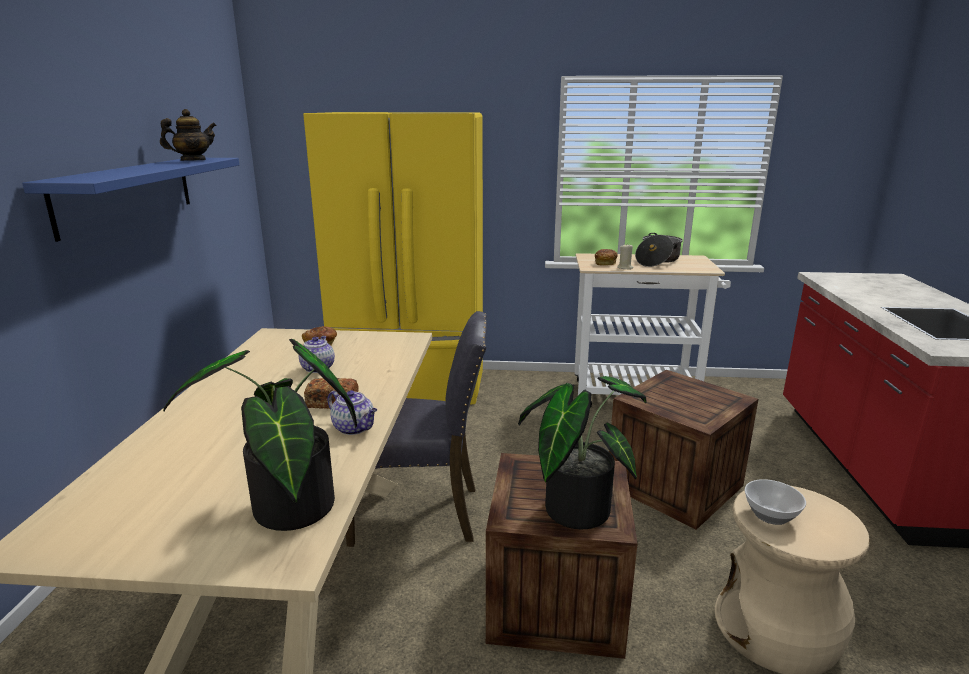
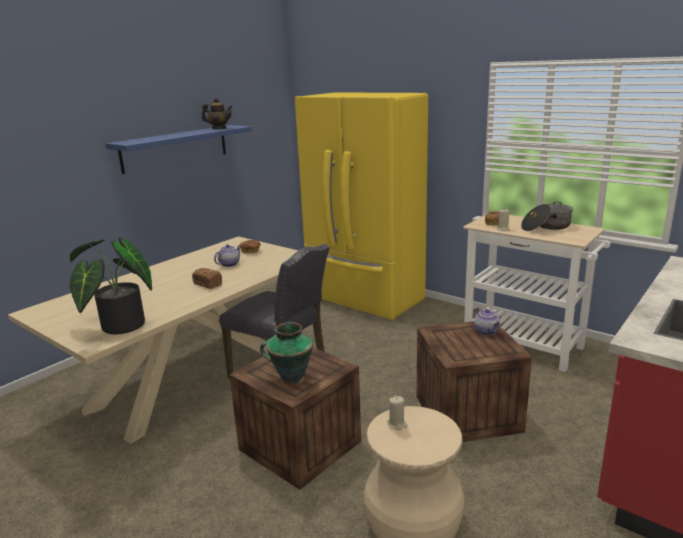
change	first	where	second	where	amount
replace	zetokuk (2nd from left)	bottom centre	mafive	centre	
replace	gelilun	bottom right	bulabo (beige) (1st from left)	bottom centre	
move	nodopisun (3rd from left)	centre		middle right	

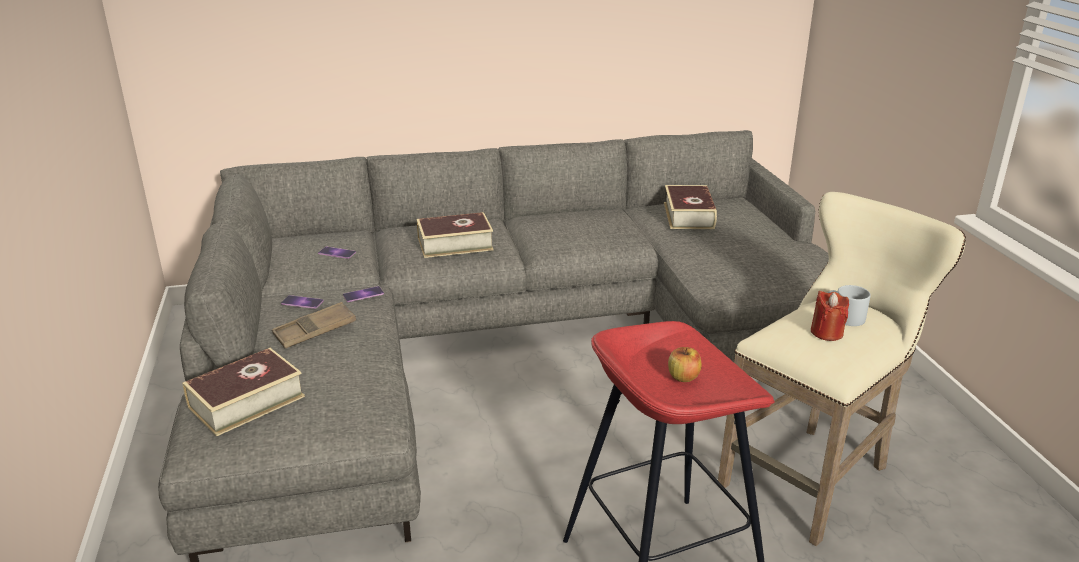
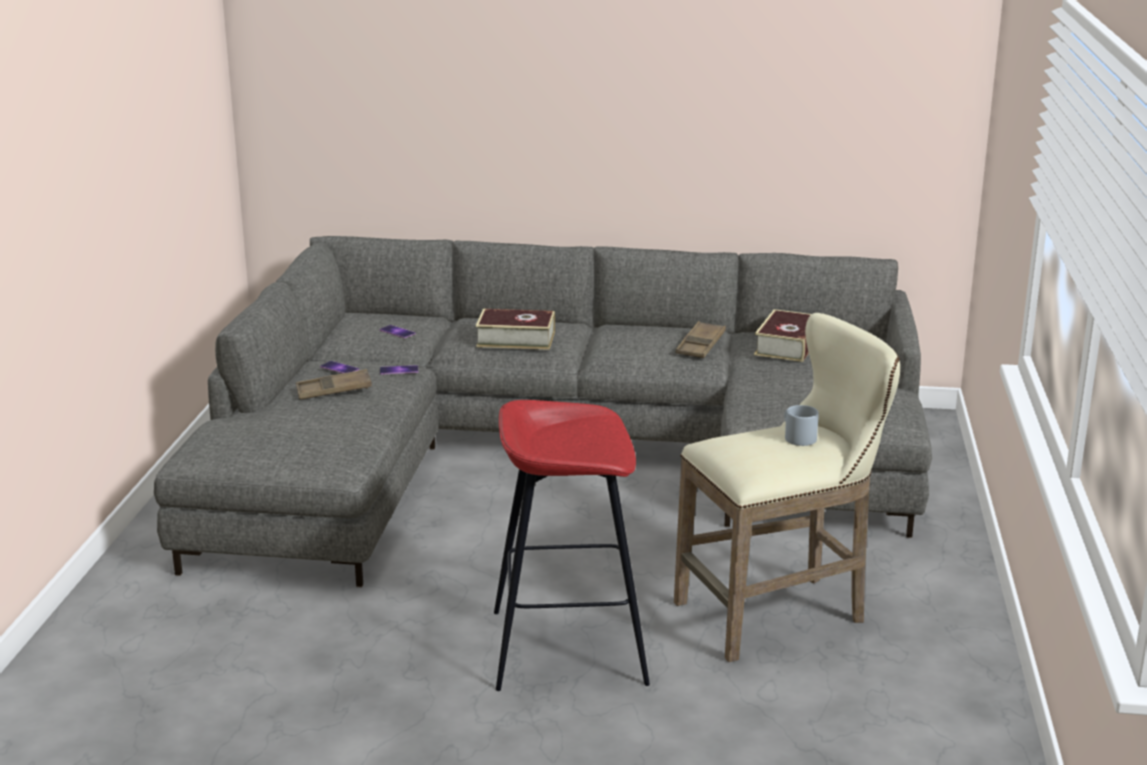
change	first	where	second	where	amount
insert			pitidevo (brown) (2nd from left)	centre	
delete	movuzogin (1st from left)	bottom left			
delete	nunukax	centre			
delete	bulabo (red)	middle right			

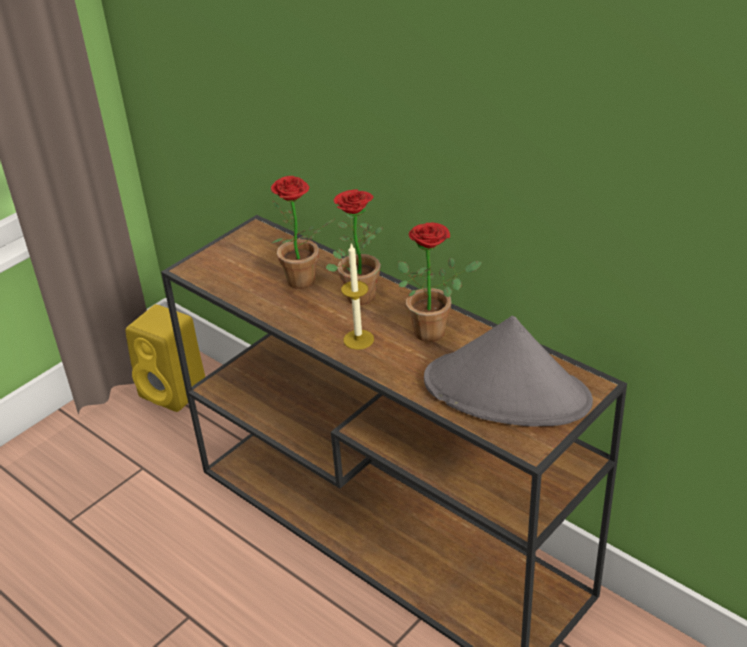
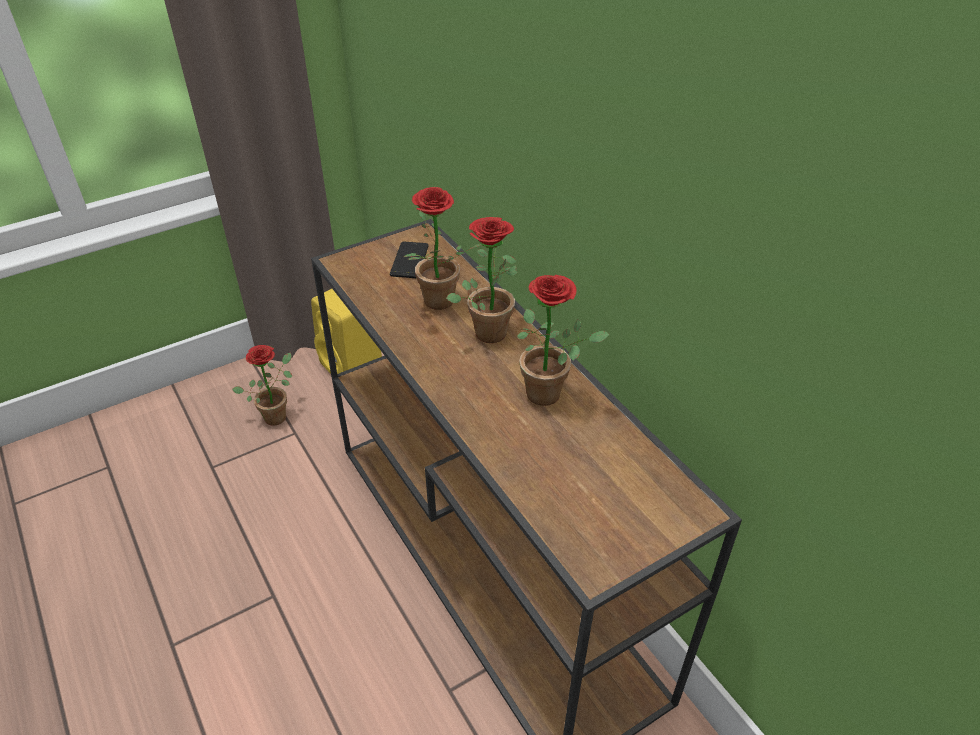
change	first	where	second	where	amount
insert			zetokuk (1st from left)	middle left	
insert			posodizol	centre	
delete	bulabo	centre			
delete	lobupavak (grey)	middle right			

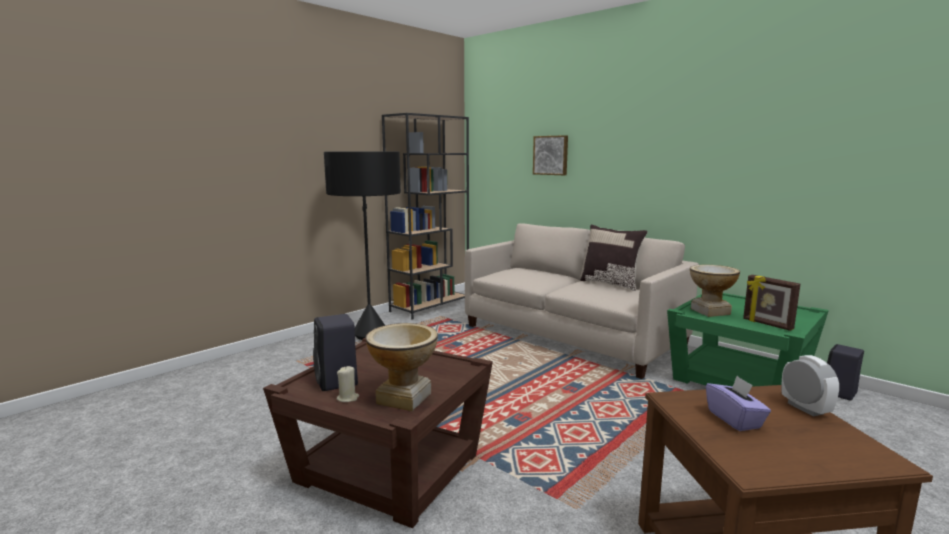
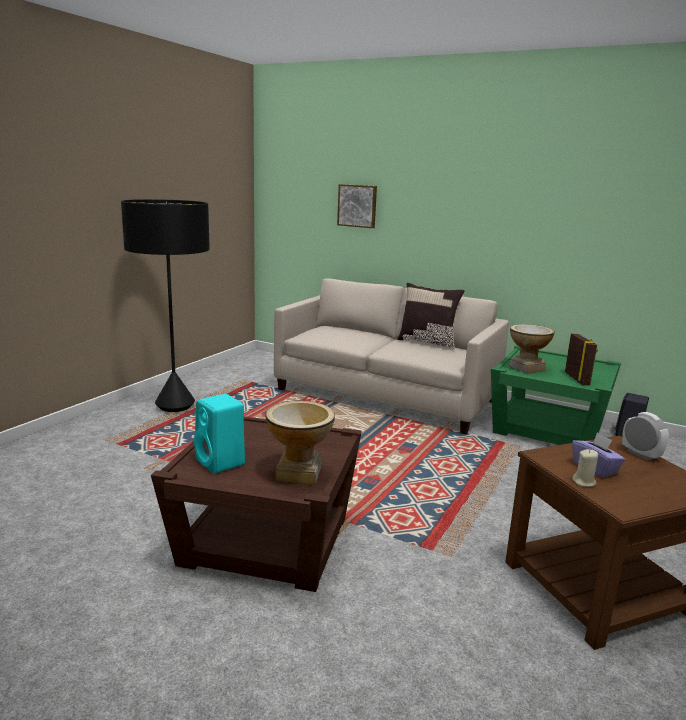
change	first	where	second	where	amount
recolor	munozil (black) (1st from left)	centre	munozil (turquoise)	middle left	
rotate	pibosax	middle right		middle right	135 degrees counterclockwise
move	bulabo (beige)	bottom centre		middle right	
delete	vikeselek	centre			

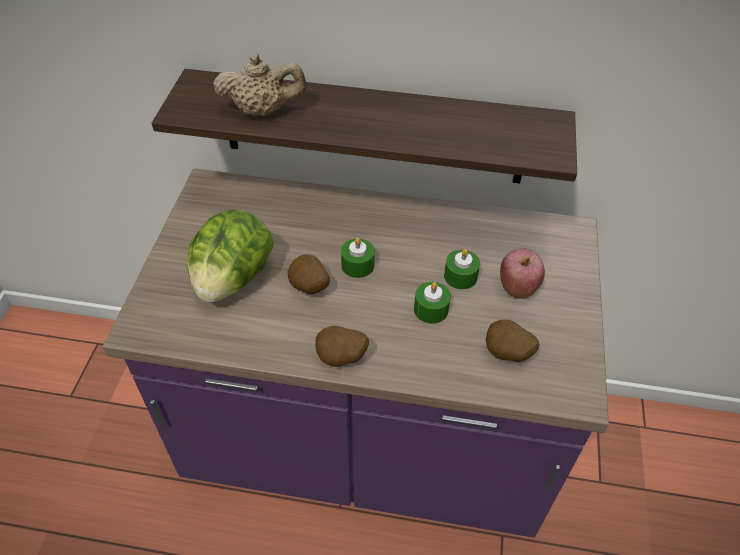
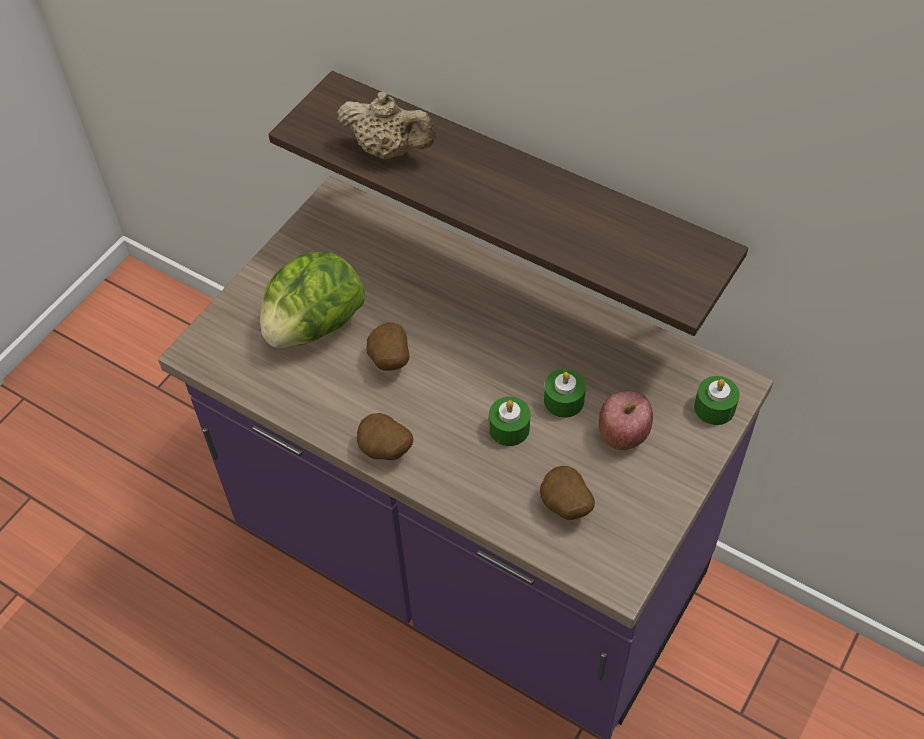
change	first	where	second	where	amount
move	bulabo (green) (1st from left in the first image)	centre	bulabo (green) (3rd from left)	middle right	

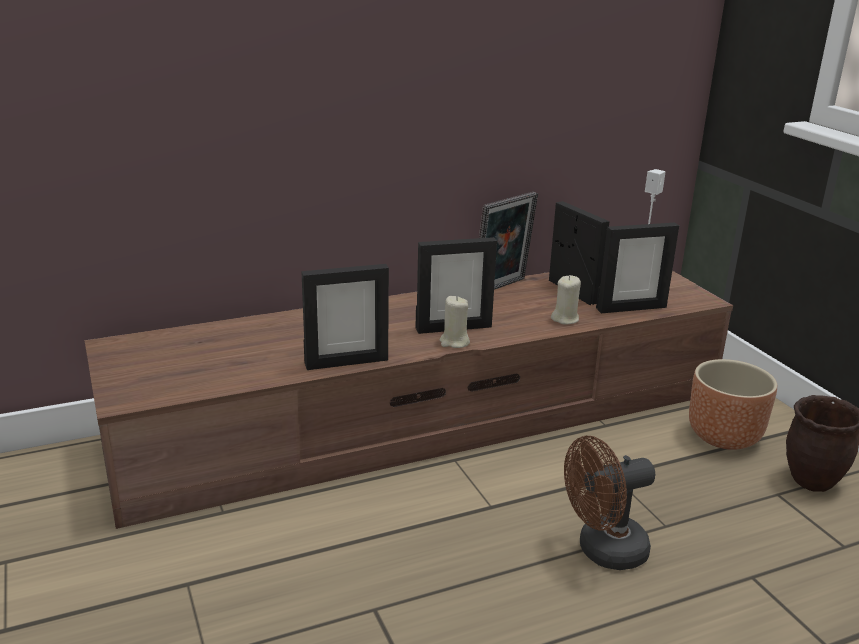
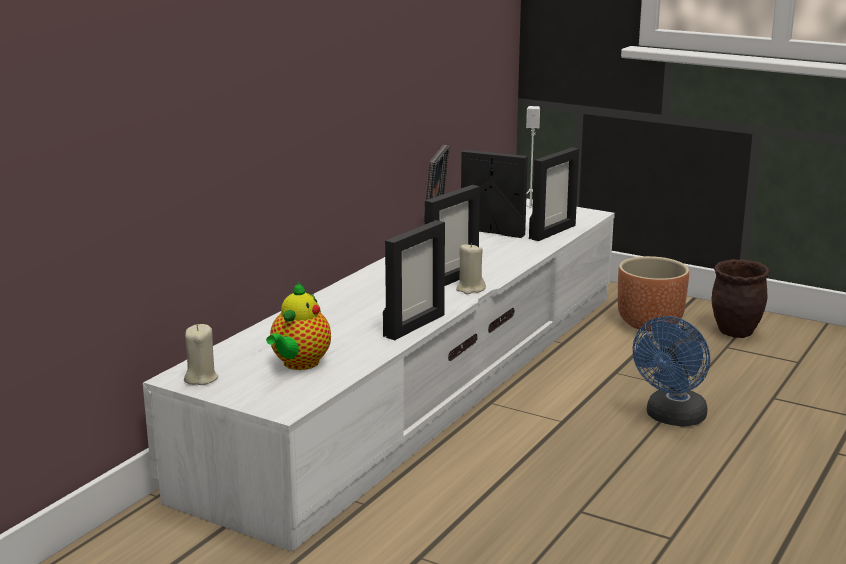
change	first	where	second	where	amount
recolor	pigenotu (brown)	centre	pigenotu (white)	centre	
move	bulabo (beige) (2nd from left in the first image)	centre	bulabo (beige) (1st from left)	middle left	
insert			nodopisun	centre	
recolor	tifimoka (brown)	bottom right	tifimoka (blue)	middle right	

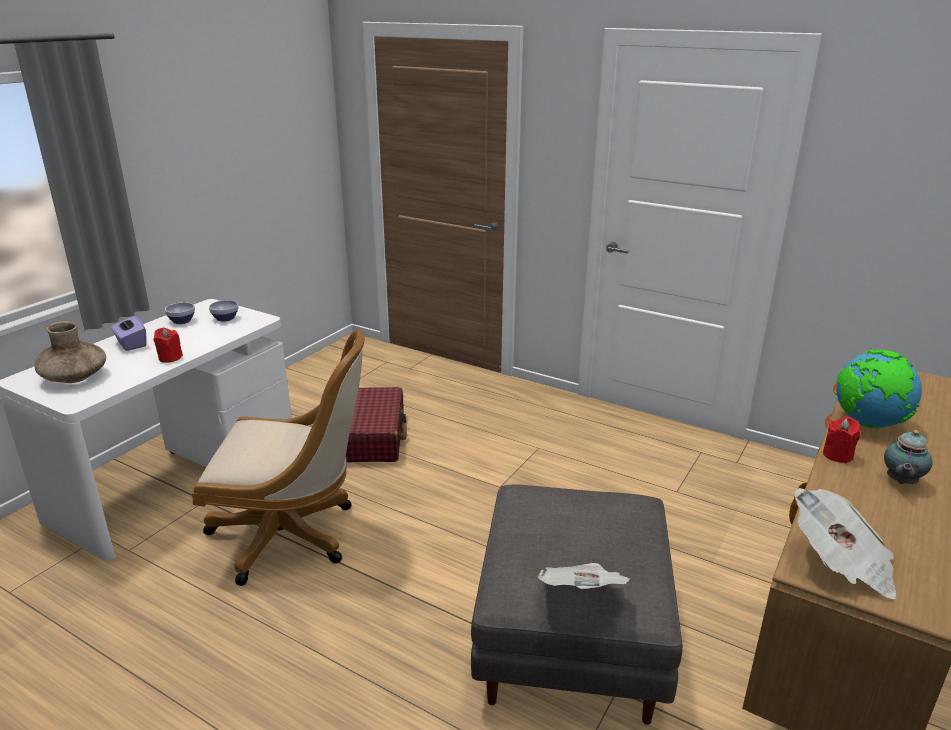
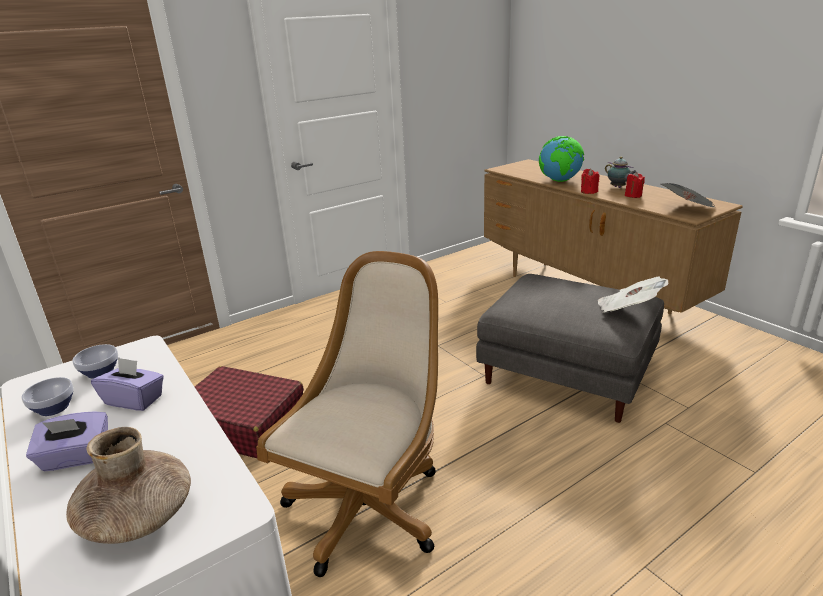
change	first	where	second	where	amount
insert			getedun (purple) (2nd from left)	middle left	
move	bulabo (red) (1st from left in the first image)	middle left	bulabo (red) (2nd from left)	top right	

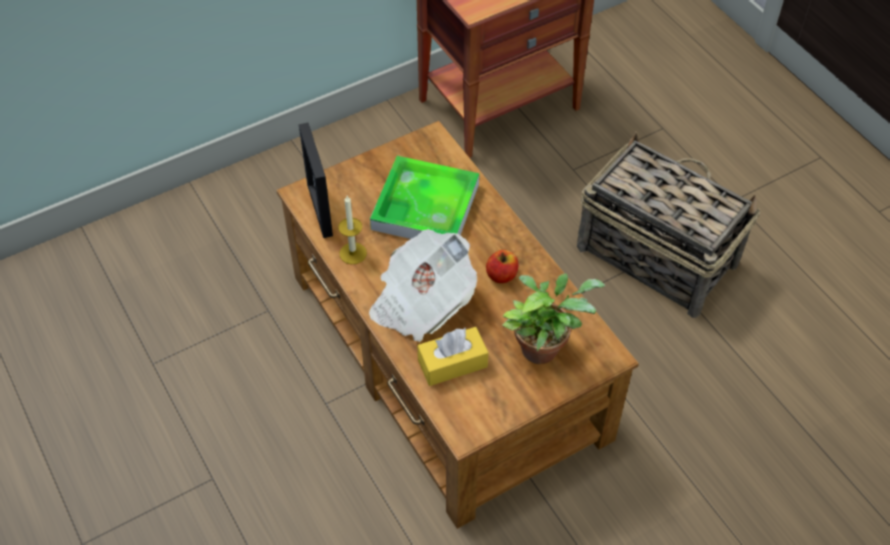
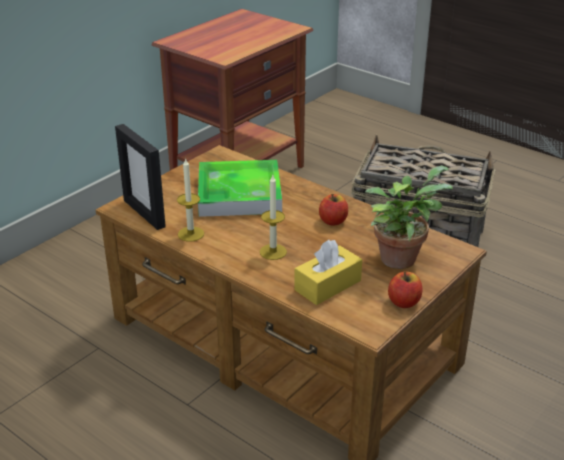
change	first	where	second	where	amount
replace	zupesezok	centre	bulabo (2nd from left)	centre	
insert			nunukax (2nd from left)	middle right	

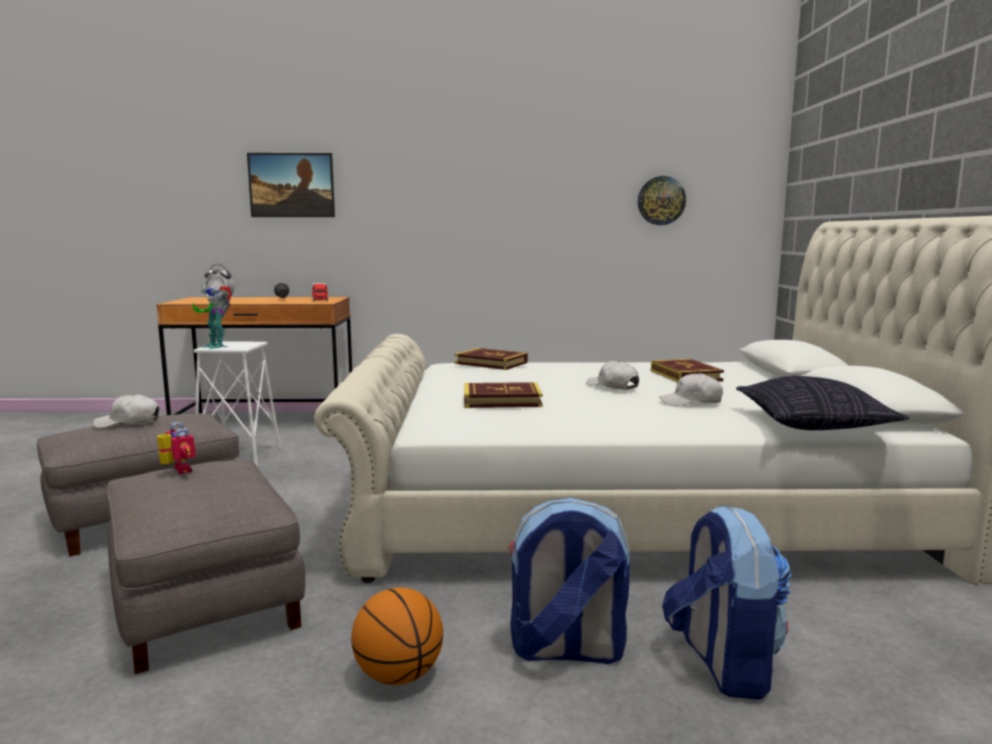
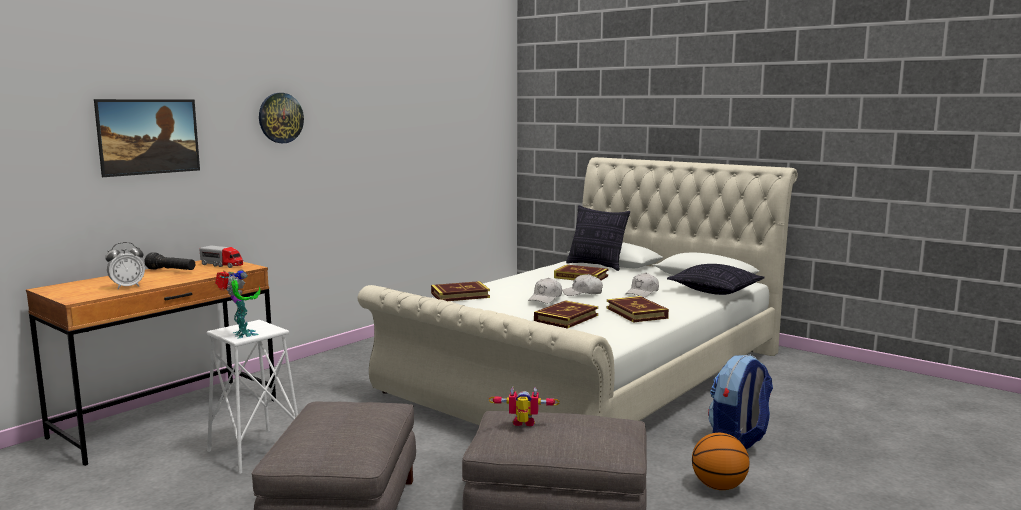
change	first	where	second	where	amount
rotate	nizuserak (2nd from left in the first image)	middle left	nizuserak (1st from left)	middle left	105 degrees counterclockwise
move	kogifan	top right		top left	
move	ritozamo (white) (1st from left)	middle left		centre	
insert			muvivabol (1st from left)	centre	
insert			movuzogin (4th from left)	centre	
delete	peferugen (2nd from left)	bottom right			

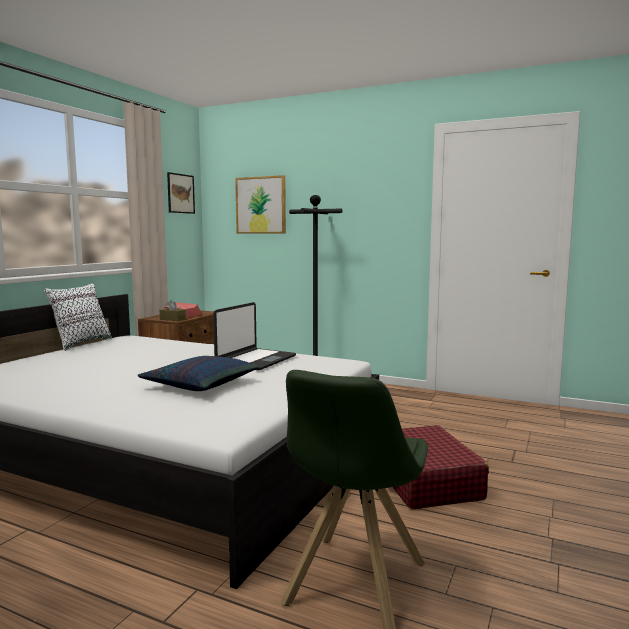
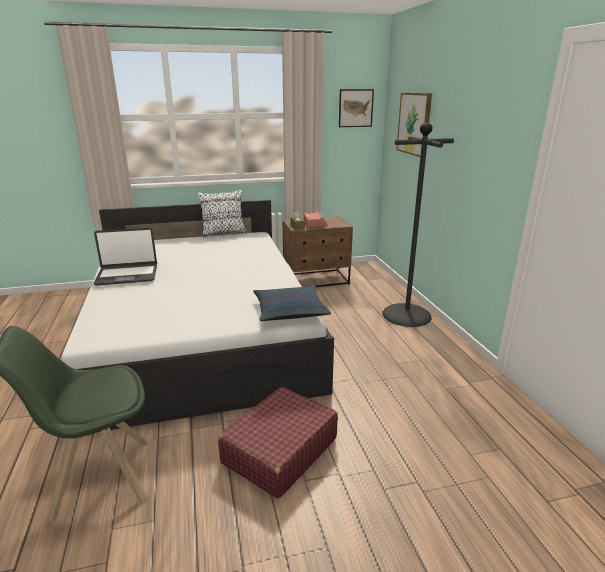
change	first	where	second	where	amount
move	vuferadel	centre		middle left	
move	muvivabol (blue)	middle left		centre	

